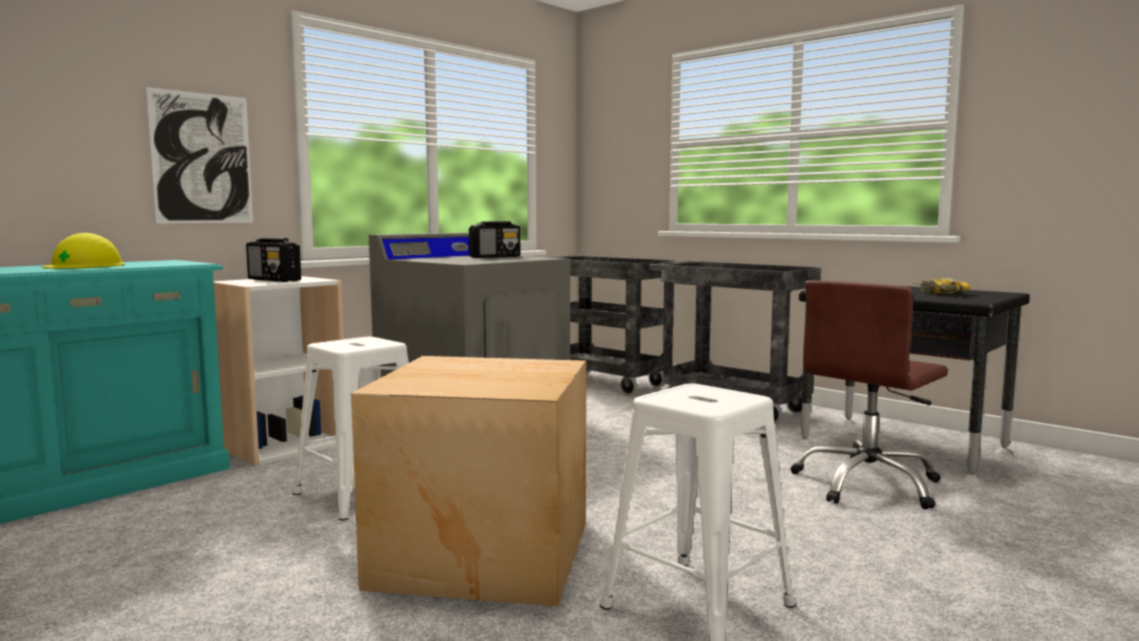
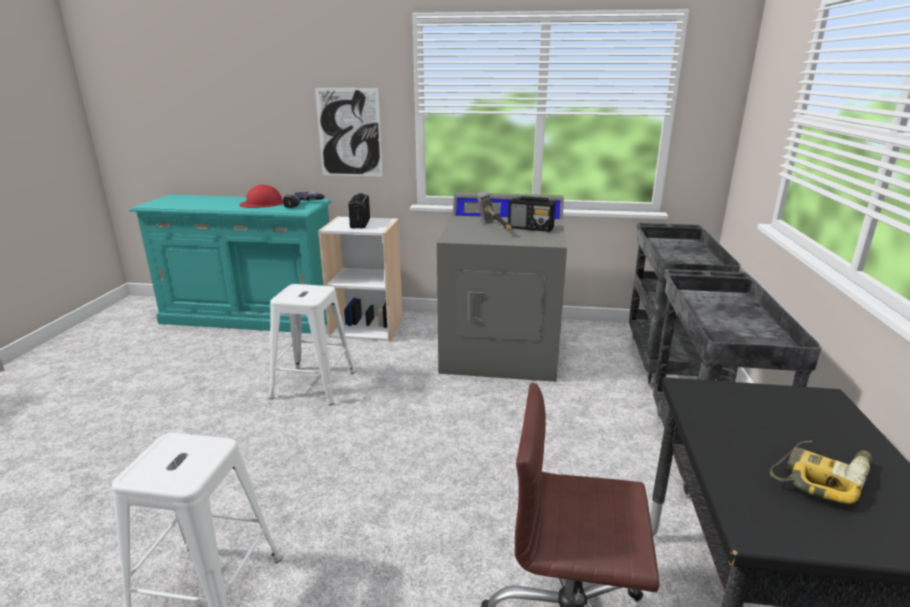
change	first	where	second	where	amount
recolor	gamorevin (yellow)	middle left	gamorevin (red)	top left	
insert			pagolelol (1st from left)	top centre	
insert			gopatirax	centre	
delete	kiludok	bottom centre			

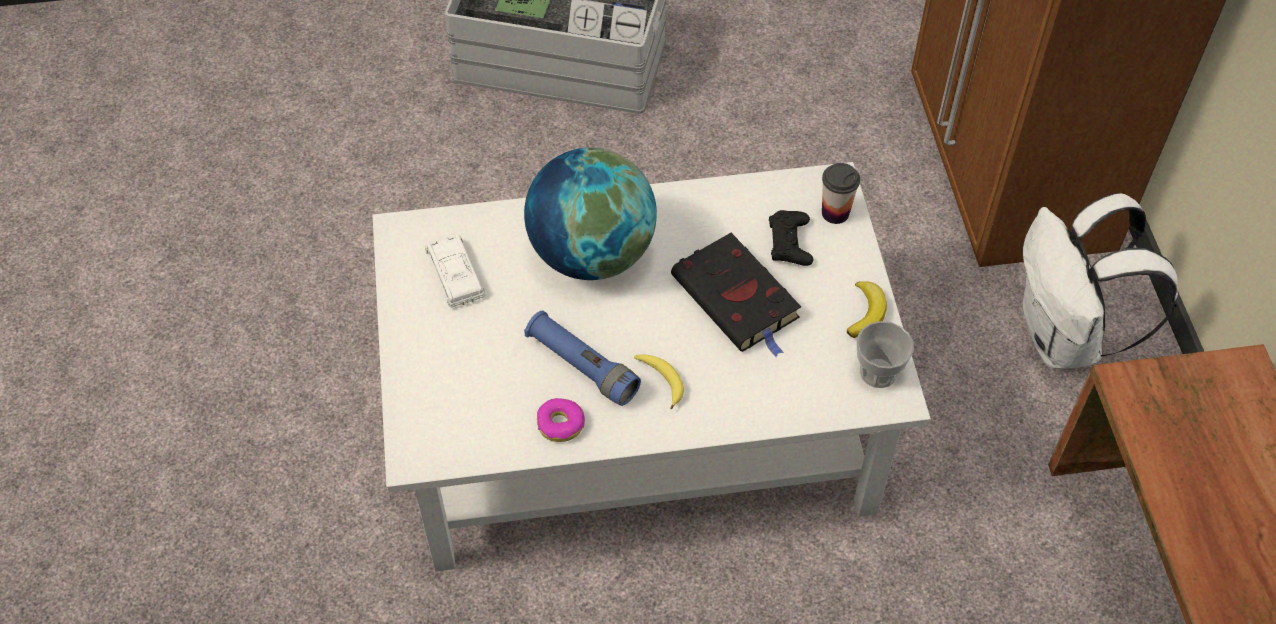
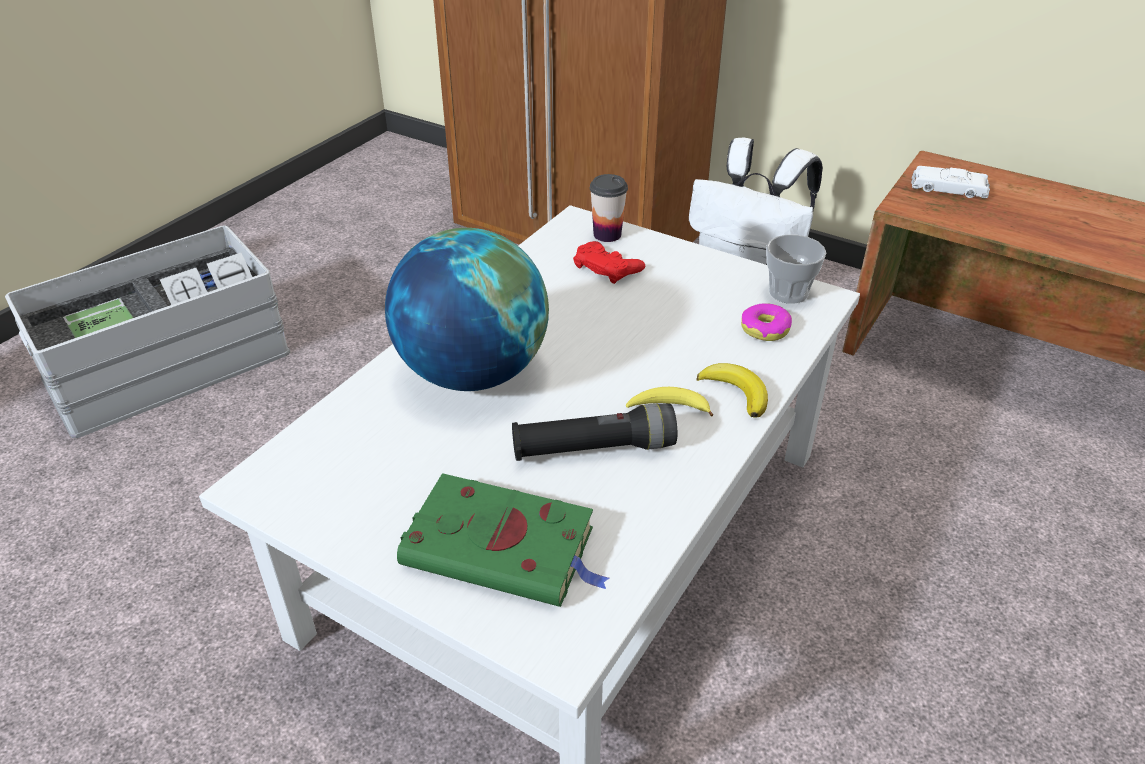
change	first	where	second	where	amount
insert			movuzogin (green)	bottom centre	
recolor	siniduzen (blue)	centre	siniduzen (black)	centre	
recolor	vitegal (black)	centre	vitegal (red)	centre	
move	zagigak (2nd from left)	middle right		centre	
move	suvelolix	bottom centre		middle right	
move	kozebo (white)	centre		top right	
delete	movuzogin (black)	centre			

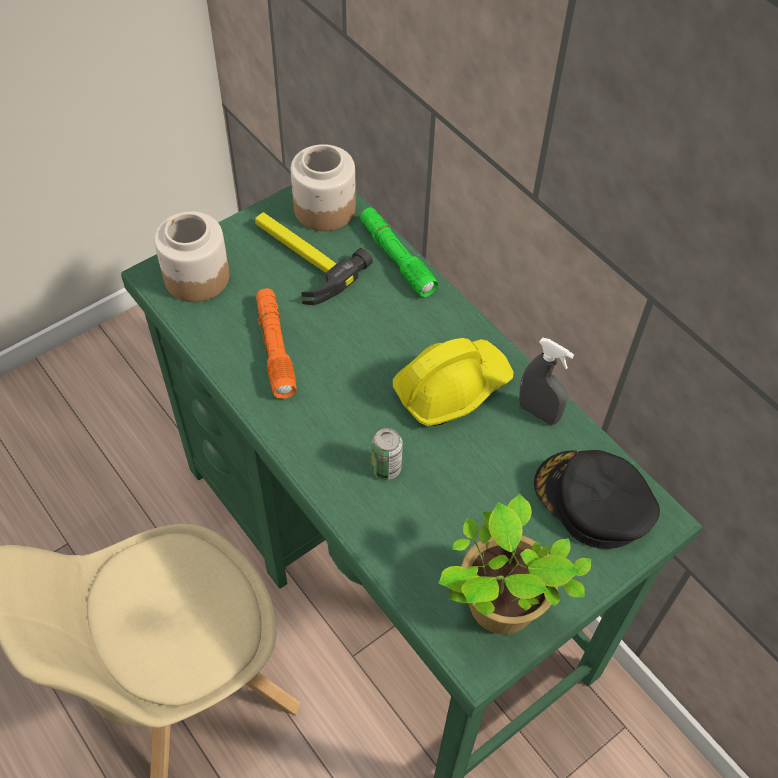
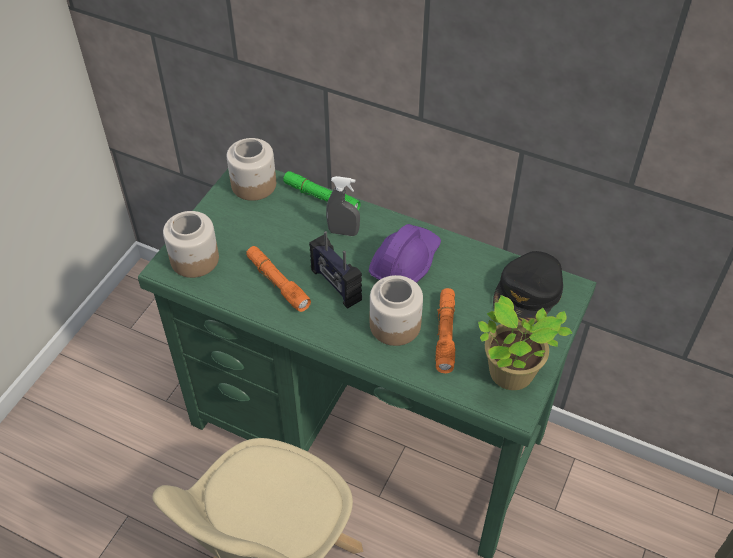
change	first	where	second	where	amount
insert			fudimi	centre	
move	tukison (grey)	middle right		centre	
recolor	gamorevin (yellow)	centre	gamorevin (purple)	centre	
replace	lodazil	centre	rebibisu (3rd from left)	centre	
insert			siniduzen (orange) (2nd from left)	centre	
rotate	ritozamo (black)	middle right		middle right	75 degrees counterclockwise
delete	gopatirax	top centre			

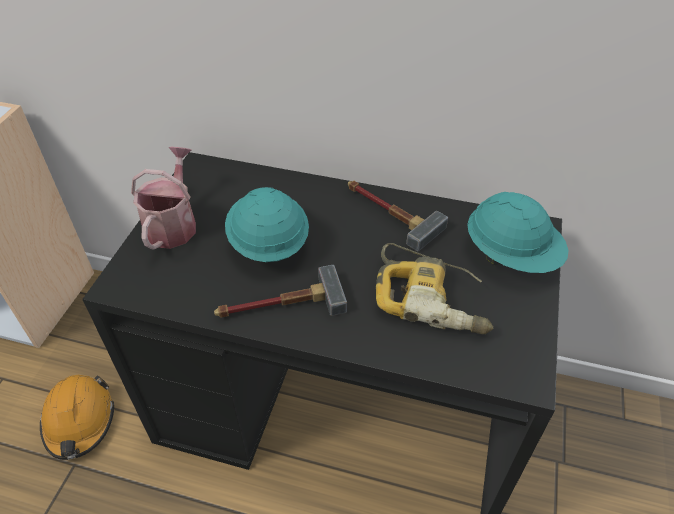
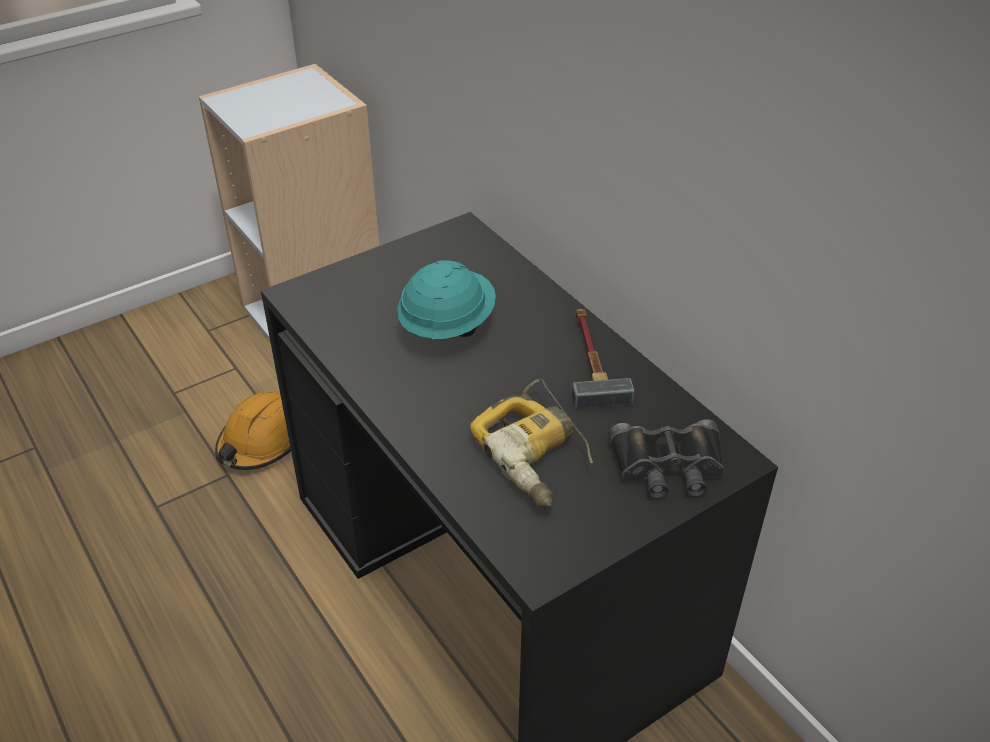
change	first	where	second	where	amount
replace	gamorevin (turquoise) (2nd from left)	middle right	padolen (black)	middle right	
delete	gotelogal	middle left			
delete	gopatirax (1st from left)	centre			

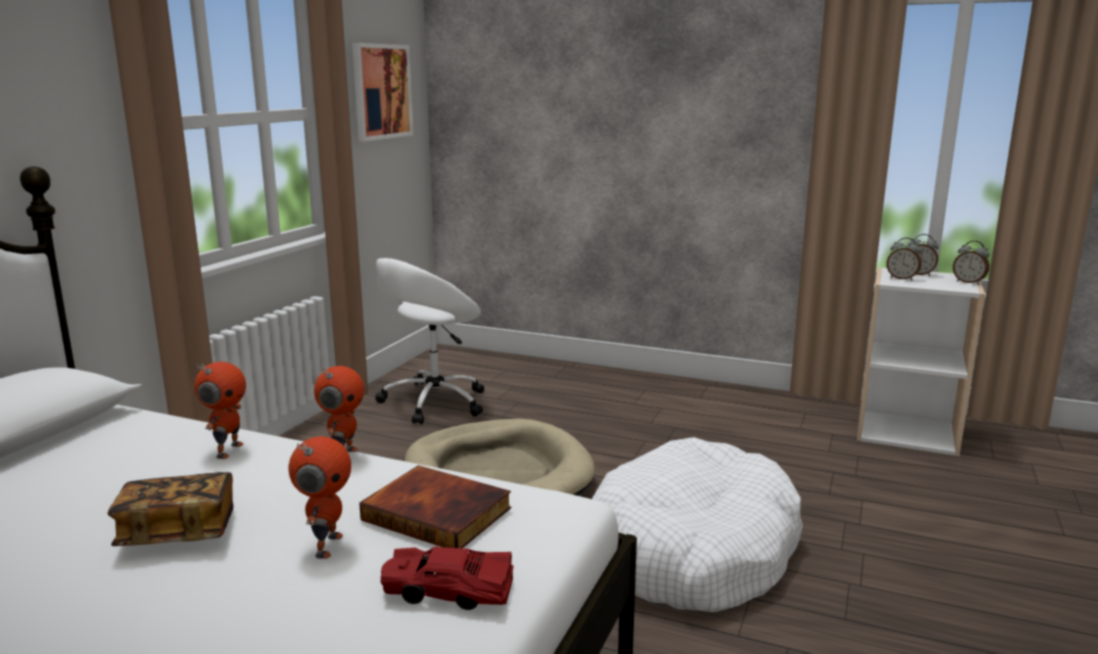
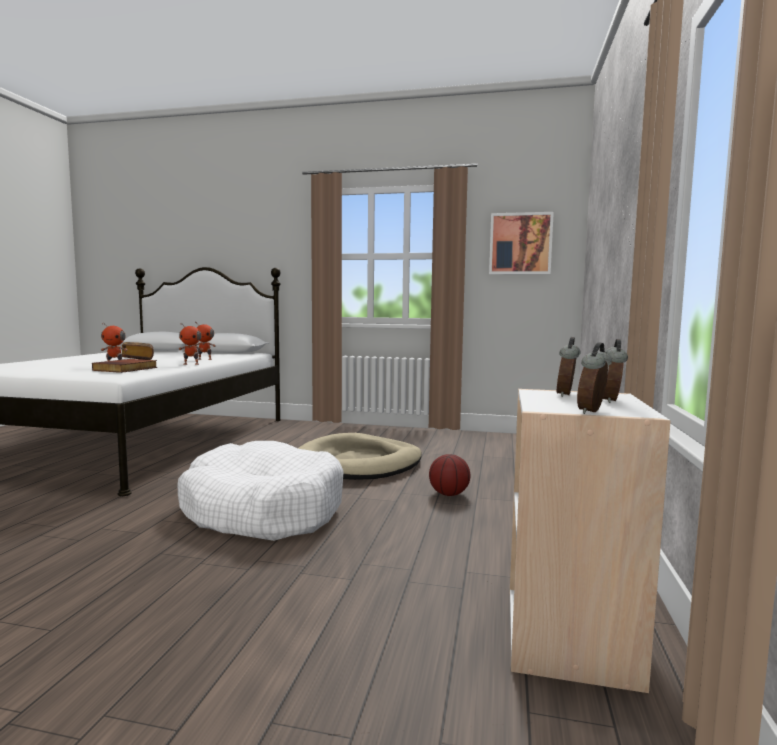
change	first	where	second	where	amount
insert			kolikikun	centre	
delete	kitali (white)	centre			
delete	kozebo (red)	bottom centre			

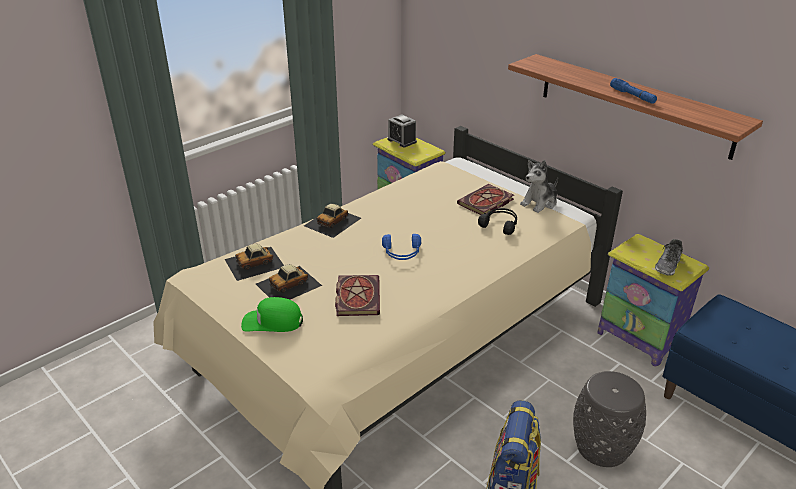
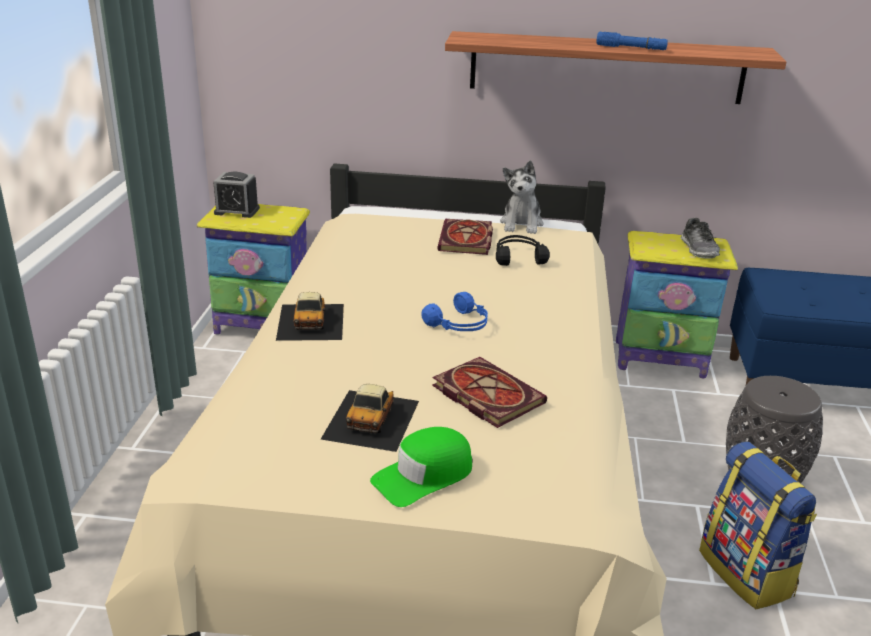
change	first	where	second	where	amount
delete	kozebo (1st from left)	middle left			

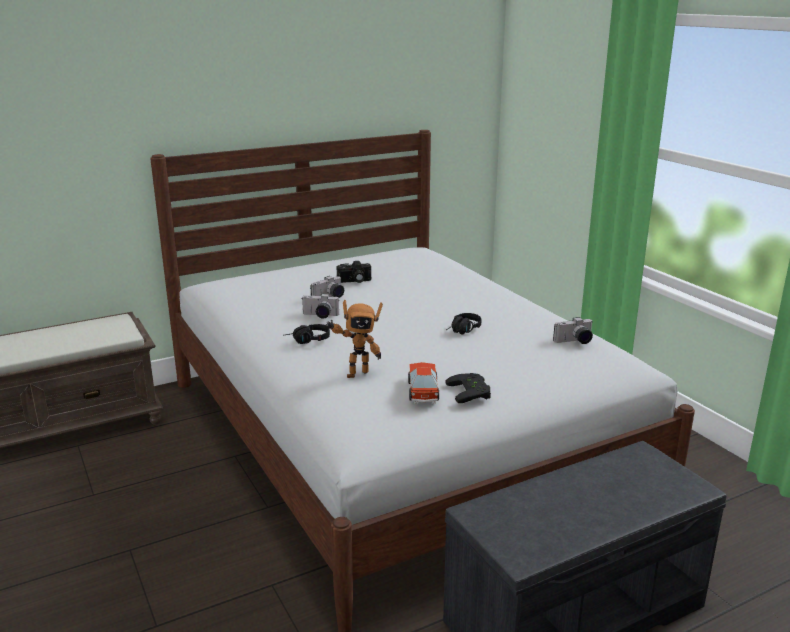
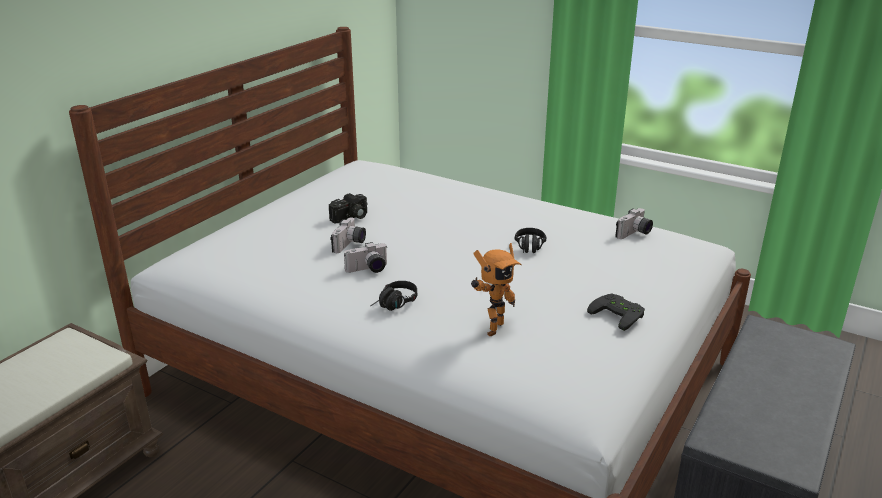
change	first	where	second	where	amount
delete	kozebo	centre			

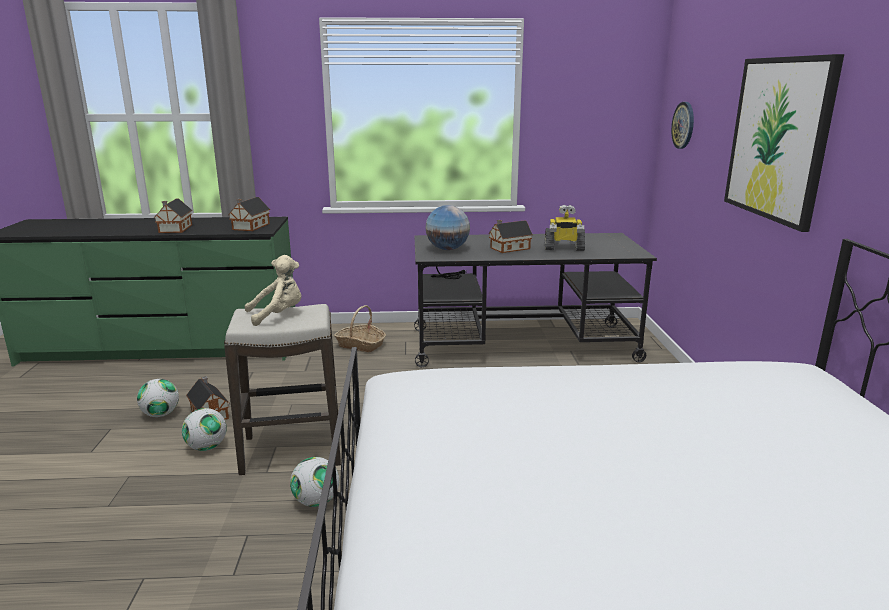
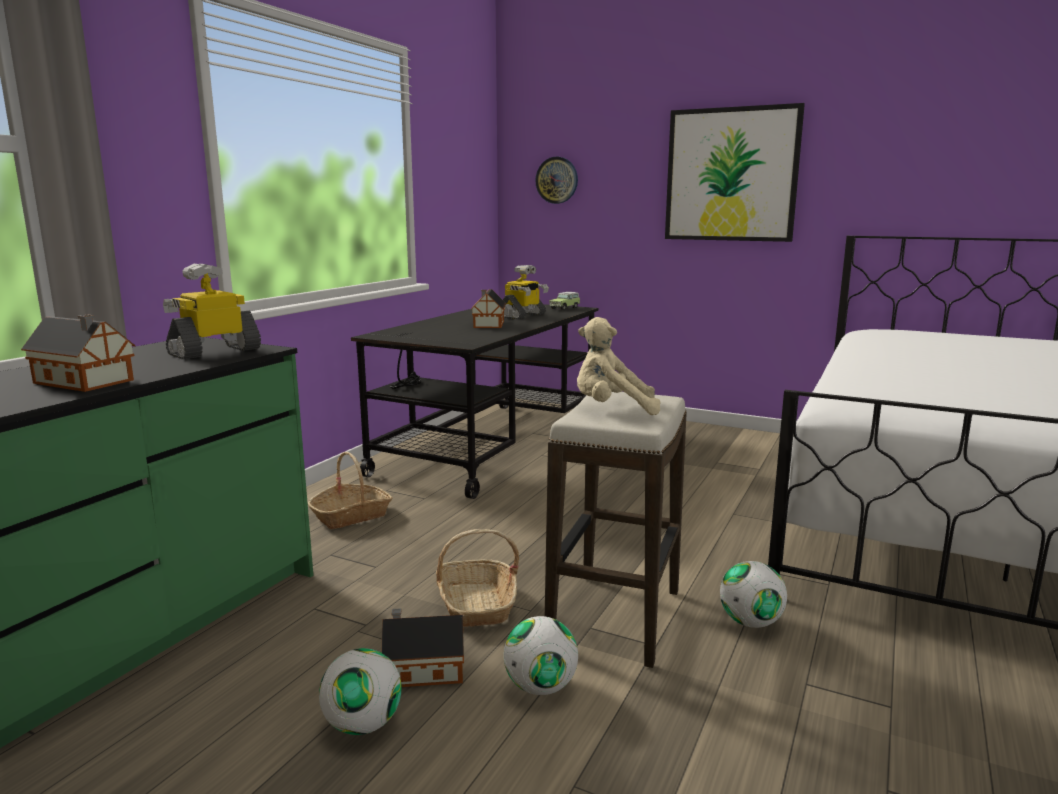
change	first	where	second	where	amount
replace	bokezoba (3rd from left)	middle left	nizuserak (1st from left)	middle left	
insert			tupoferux (2nd from left)	bottom centre	
insert			kozebo	centre	
rotate	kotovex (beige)	middle left		centre	90 degrees counterclockwise
delete	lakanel	centre			

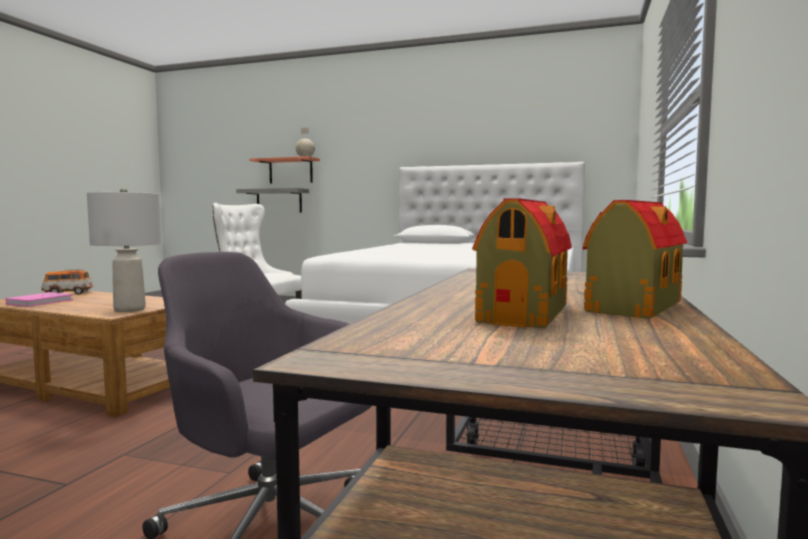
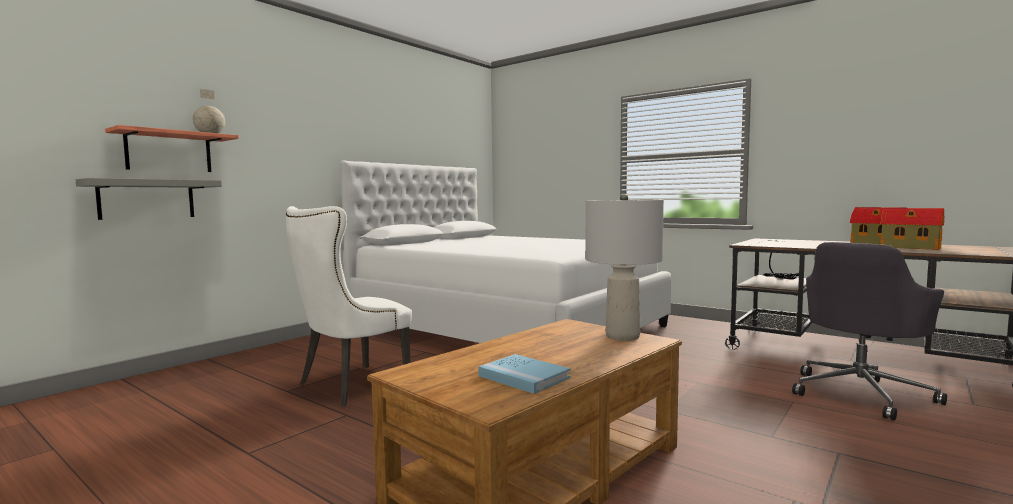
change	first	where	second	where	amount
recolor	movuzogin (pink)	middle left	movuzogin (blue)	bottom centre	
delete	kozebo	middle left			

